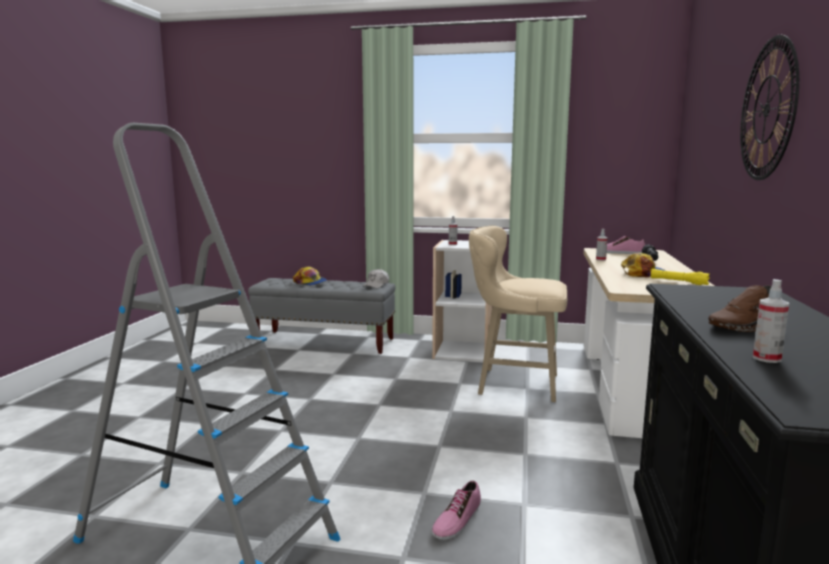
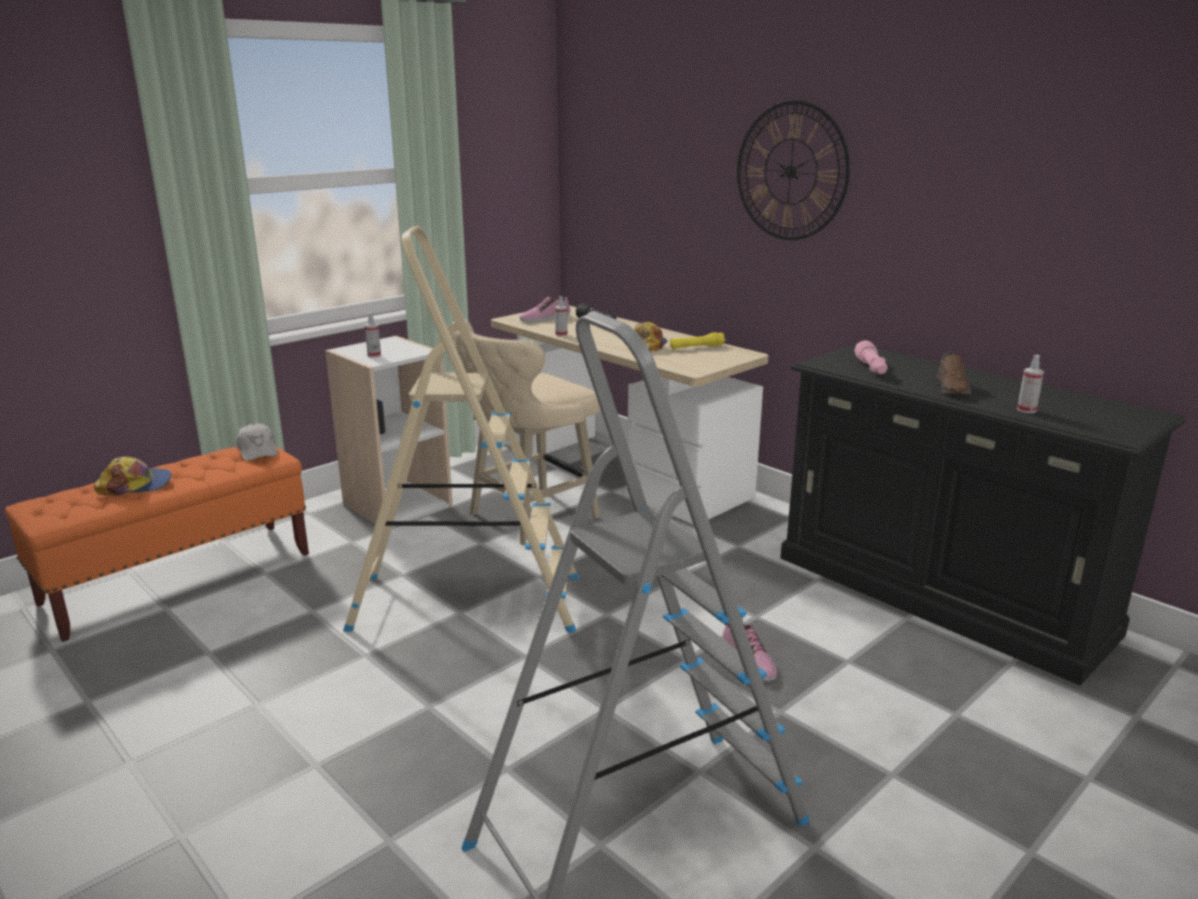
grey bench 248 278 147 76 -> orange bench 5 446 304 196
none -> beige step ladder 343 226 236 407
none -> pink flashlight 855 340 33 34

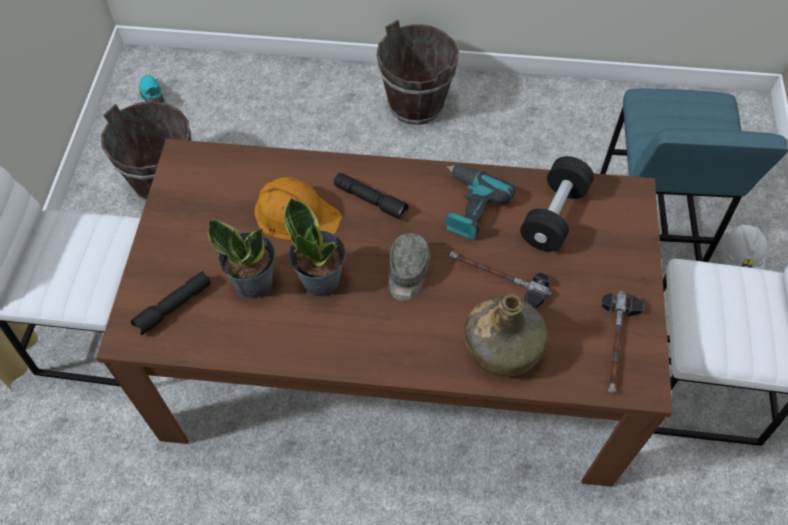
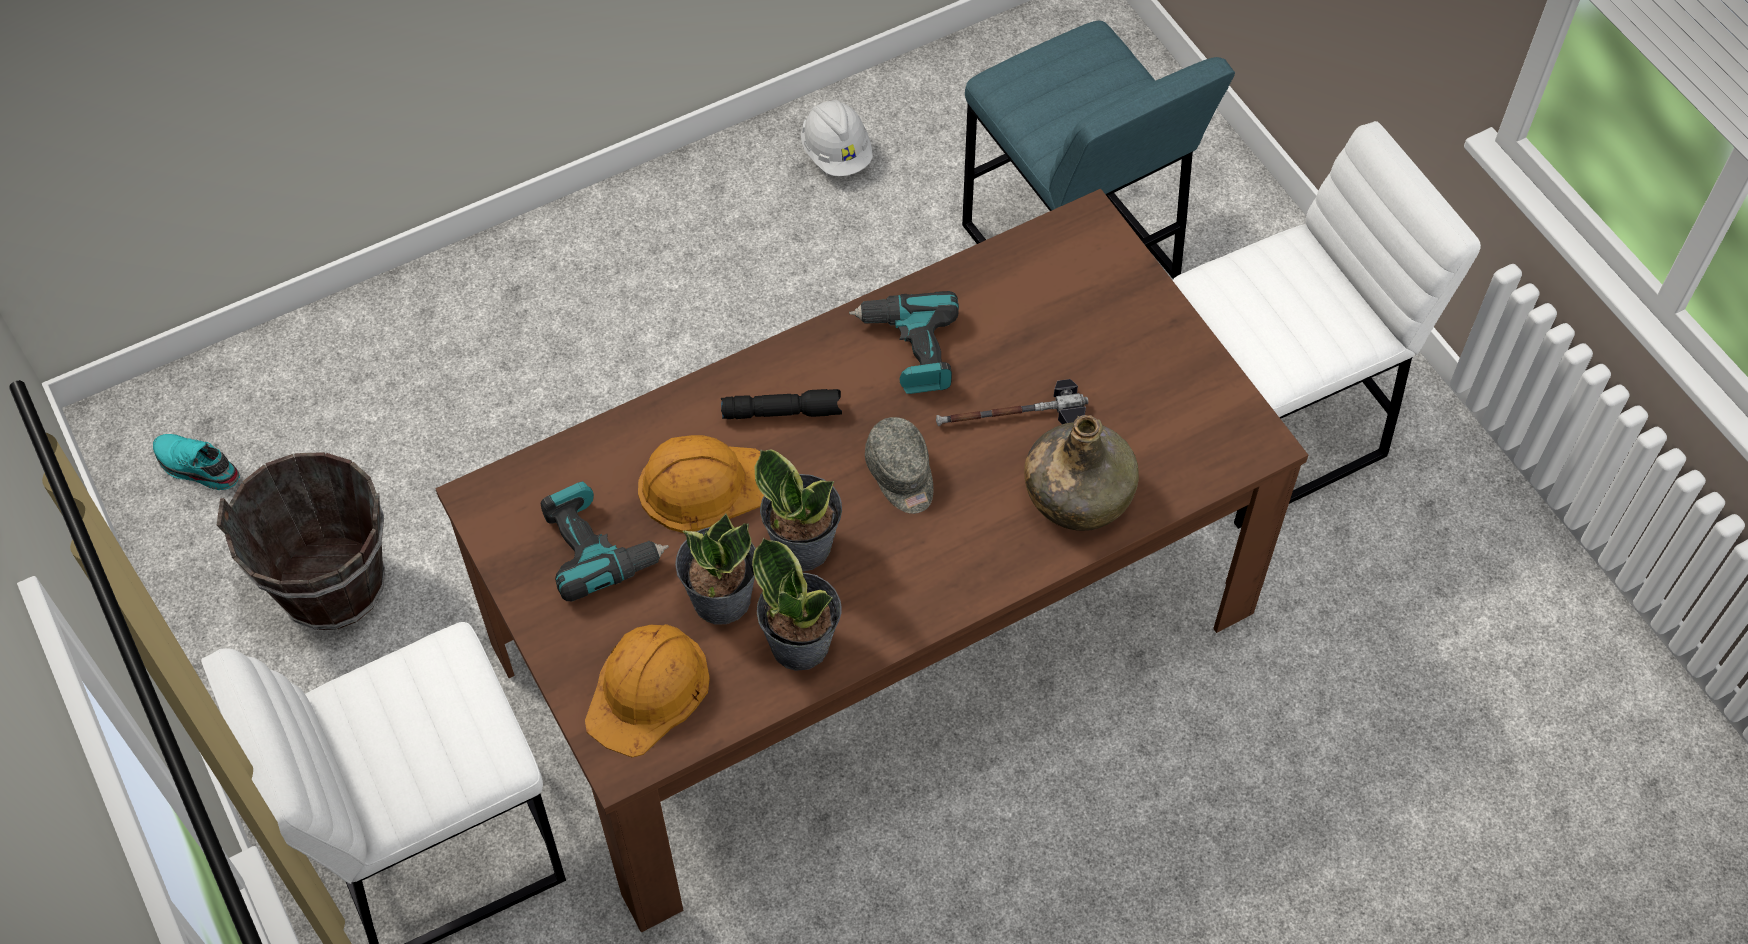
brown bucket 376 20 83 105 -> none
black dumbbell 520 156 74 96 -> none
white hard hat 721 225 46 44 -> white hard hat 801 99 72 77, shifted
black flashlight 130 271 81 65 -> orange hard hat 585 624 125 134
hammer 601 291 43 102 -> none
none -> power drill 541 481 128 120
none -> potted plant 752 537 90 134

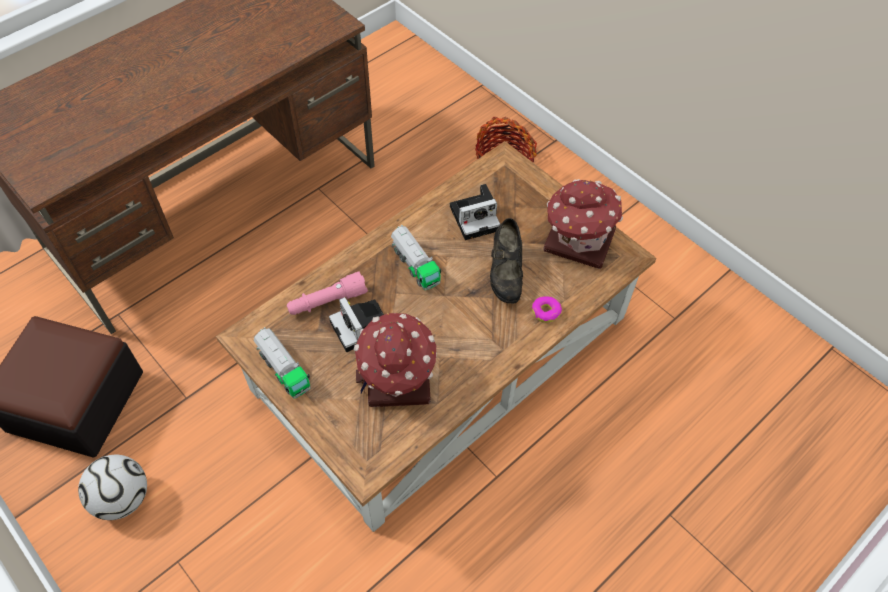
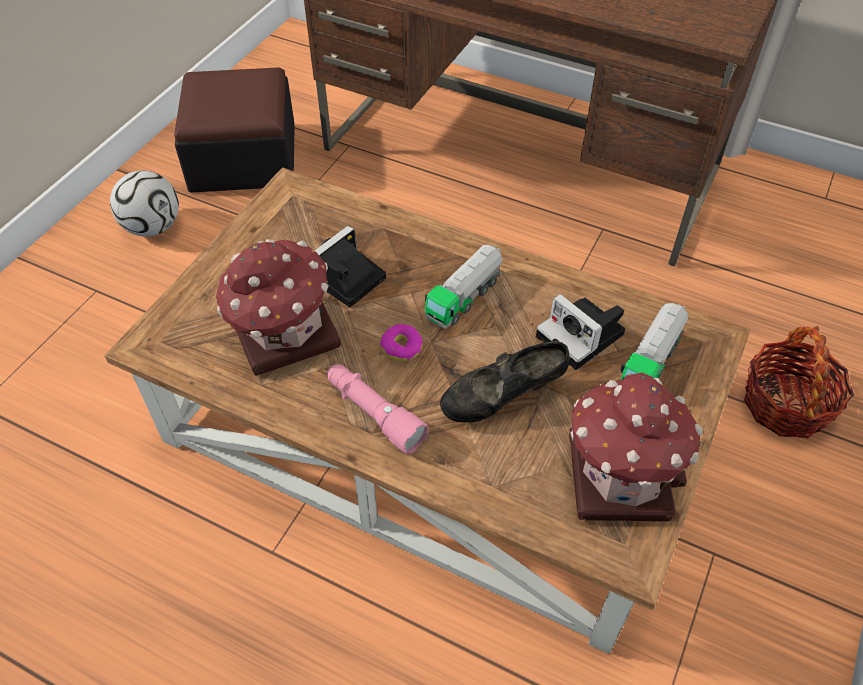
pink flashlight 287 271 81 44 -> pink flashlight 327 364 102 90, shifted
donut 532 296 30 27 -> donut 380 324 43 38, shifted
toy truck 254 327 57 72 -> toy truck 620 303 68 77, shifted

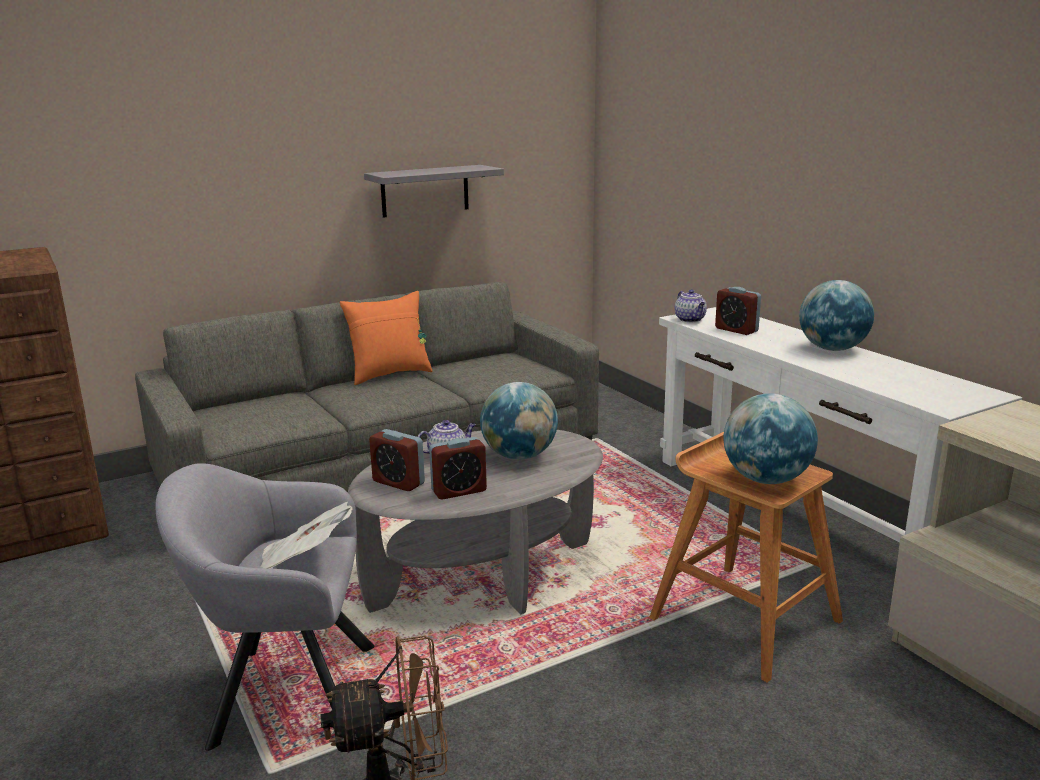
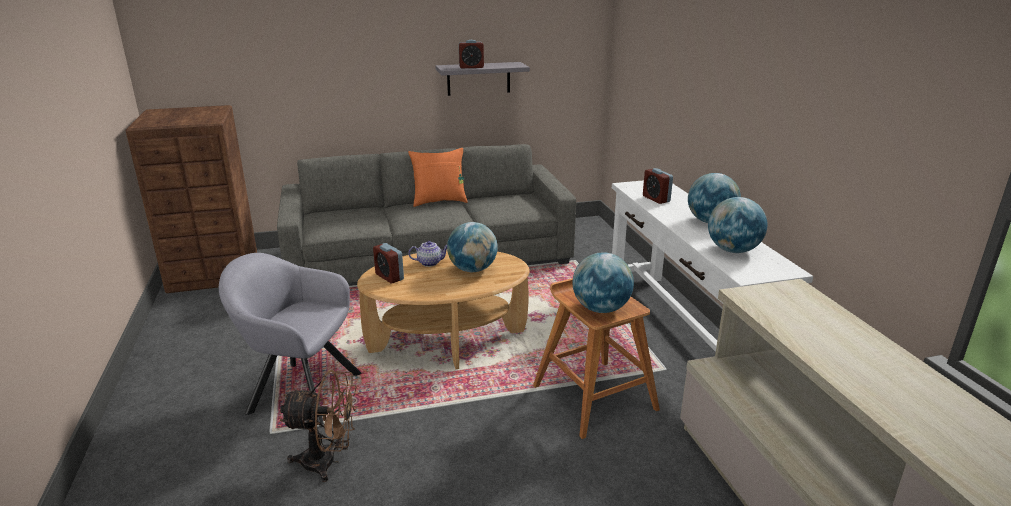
teapot 674 289 33 33 -> none
grey coffee table 348 430 255 184 -> brown coffee table 357 250 173 119
alarm clock 429 437 58 63 -> alarm clock 459 40 25 28, shifted
newspaper 260 502 92 67 -> none
none -> globe 708 197 59 56

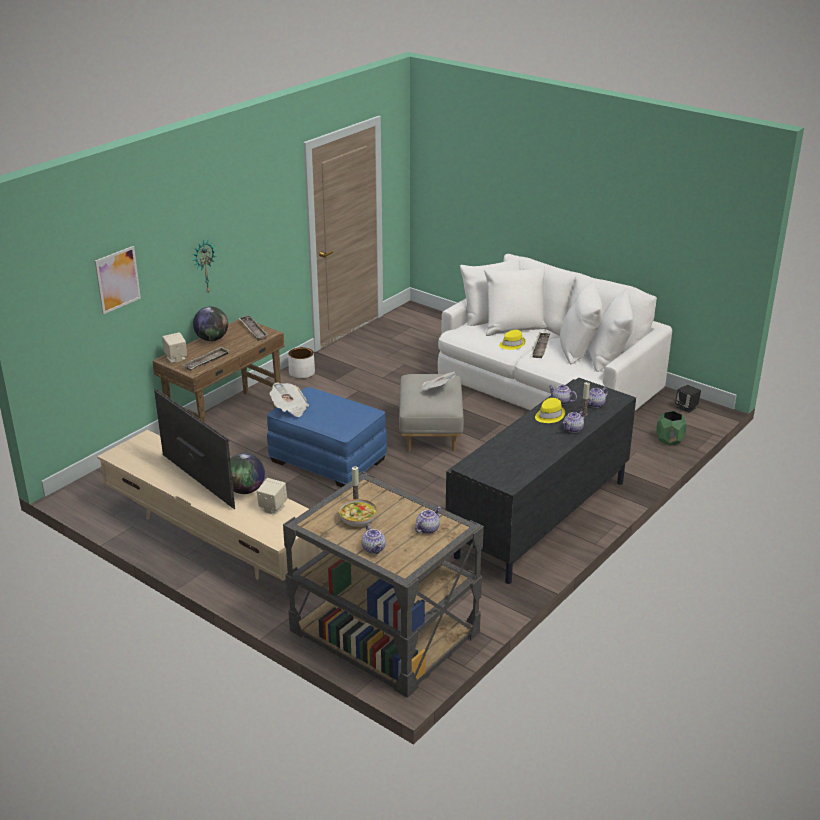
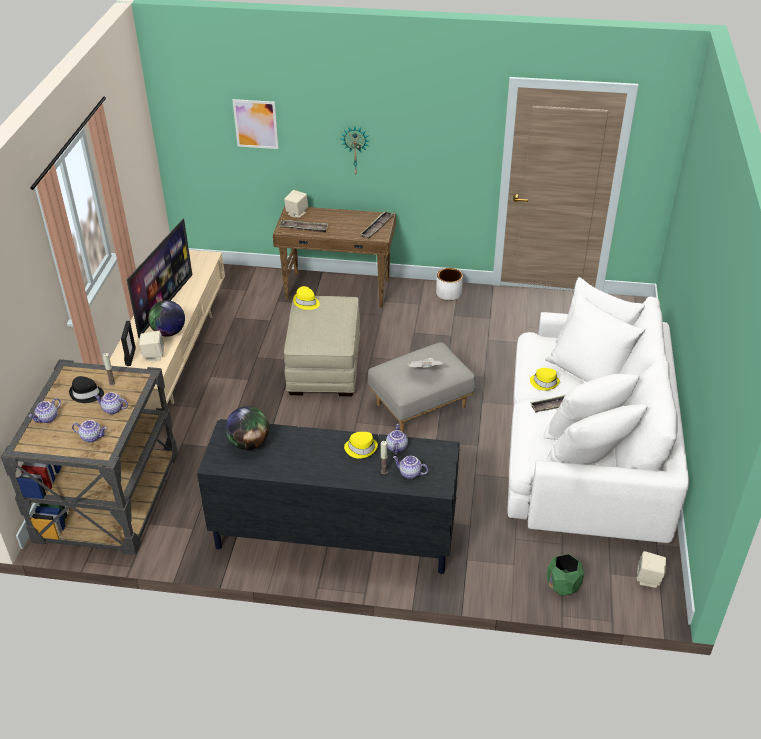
globe 193 306 35 35 -> globe 225 406 45 44, shifted
newspaper 270 382 39 35 -> yellow hat 293 286 27 24
black speaker 675 385 26 28 -> beige speaker 637 551 29 37
blue ottoman 267 387 120 100 -> beige ottoman 284 296 76 100
teapot 563 411 22 22 -> teapot 94 392 34 22, shifted
bowl 339 499 38 28 -> black hat 69 376 35 27
none -> picture frame 121 321 15 45

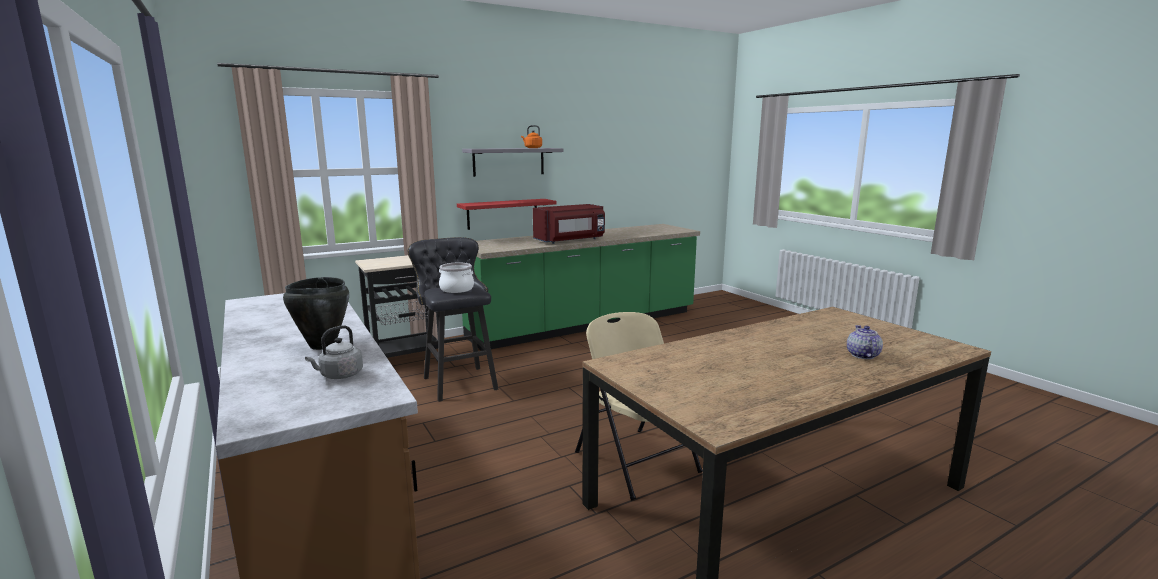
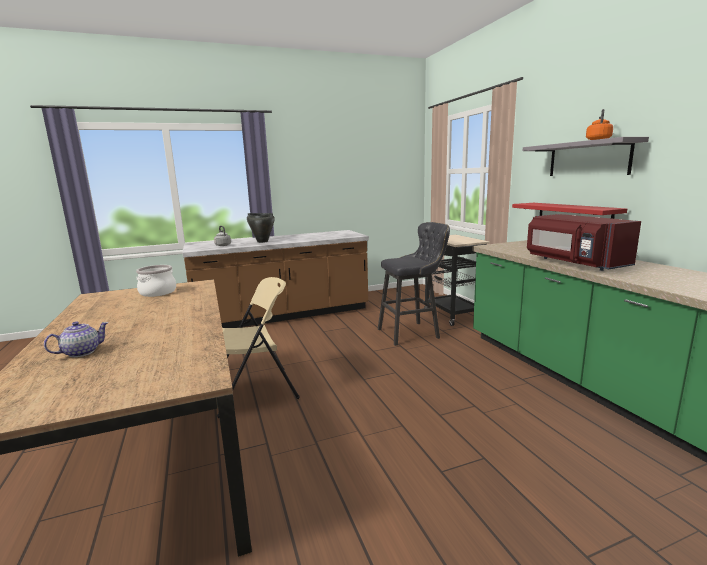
cooking pot 439 263 35 30 -> cooking pot 136 265 40 32, shifted
teapot 847 325 36 34 -> teapot 44 321 65 36, 60 degrees counterclockwise

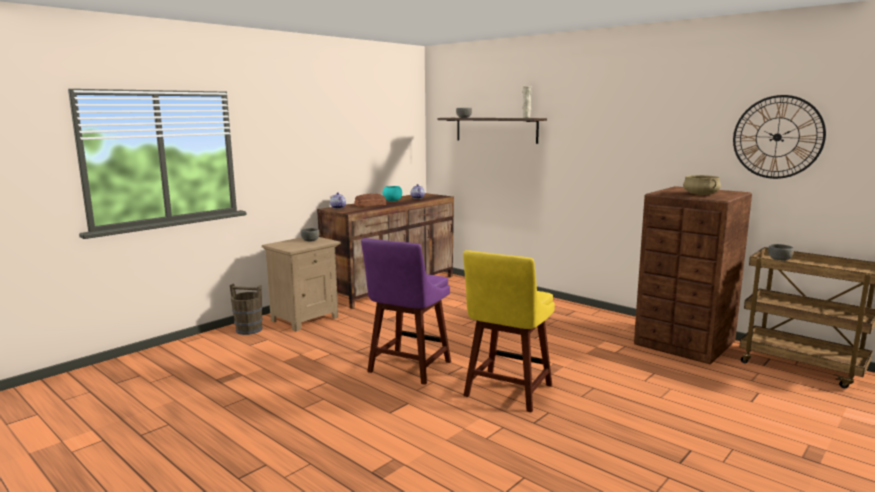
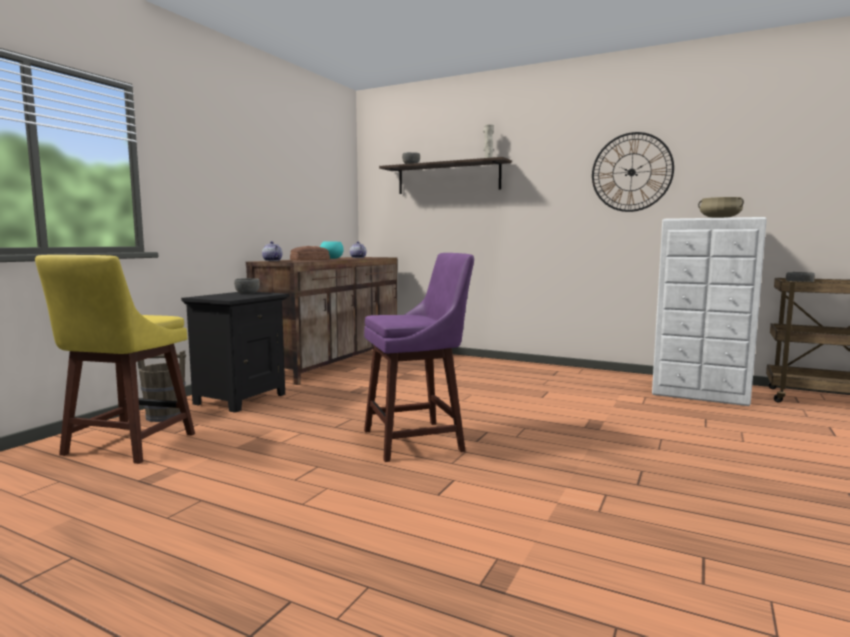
wall clock 733 95 93 84 -> wall clock 592 132 82 80, shifted
brown dresser 634 186 118 178 -> white dresser 652 217 115 189
beige nightstand 262 237 79 94 -> black nightstand 181 292 108 121
purple chair 361 238 90 147 -> purple chair 364 253 110 209, 120 degrees counterclockwise
yellow chair 463 250 92 163 -> yellow chair 35 255 160 209, shifted

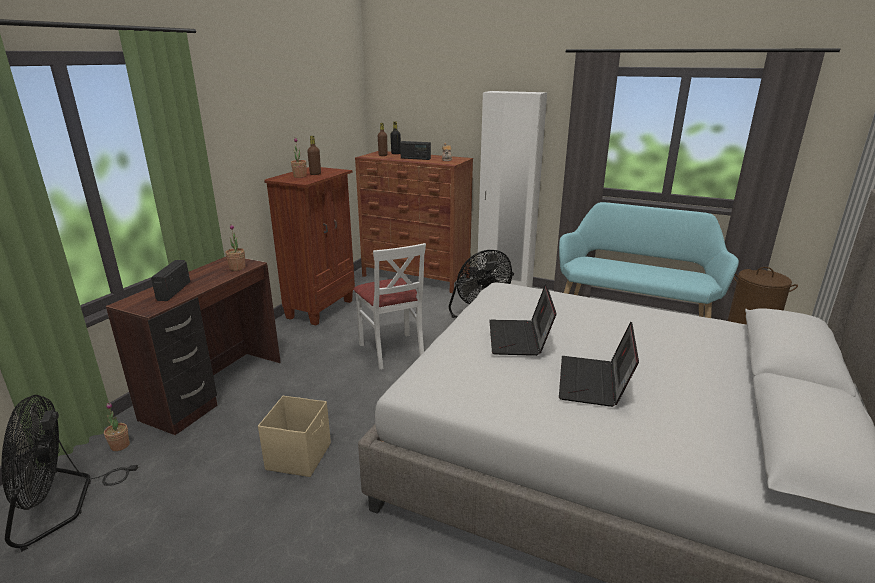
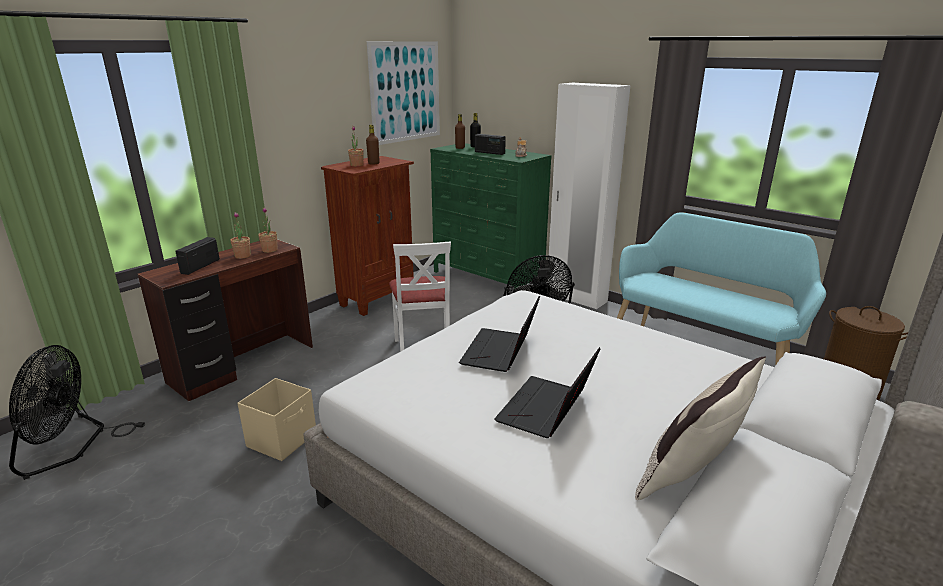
brown dresser 355 151 118 142 -> green dresser 430 143 122 146
potted plant 104 403 26 48 -> potted plant 230 212 21 47, shifted
none -> picture 367 41 73 104
none -> pillow 635 357 131 143

